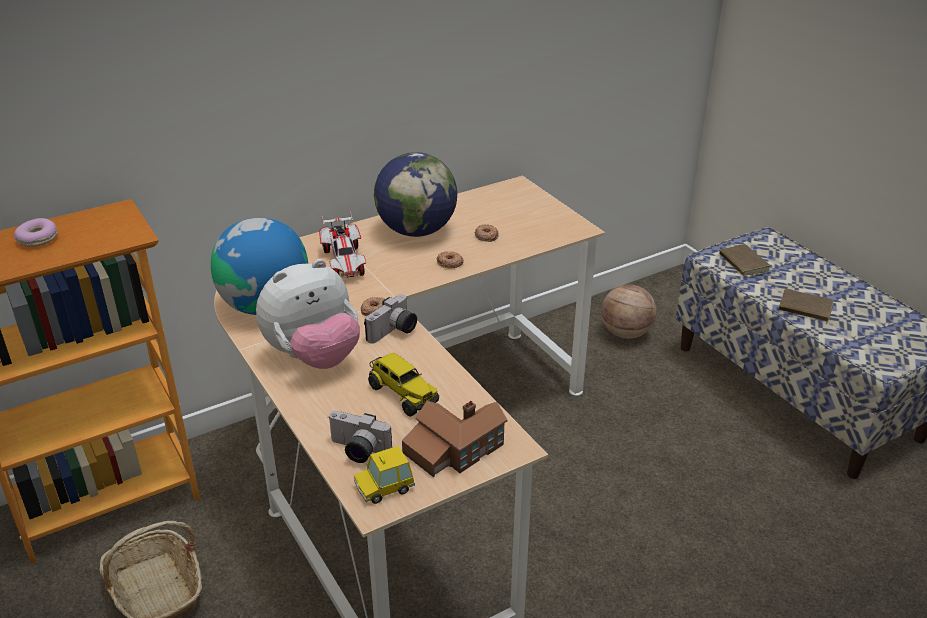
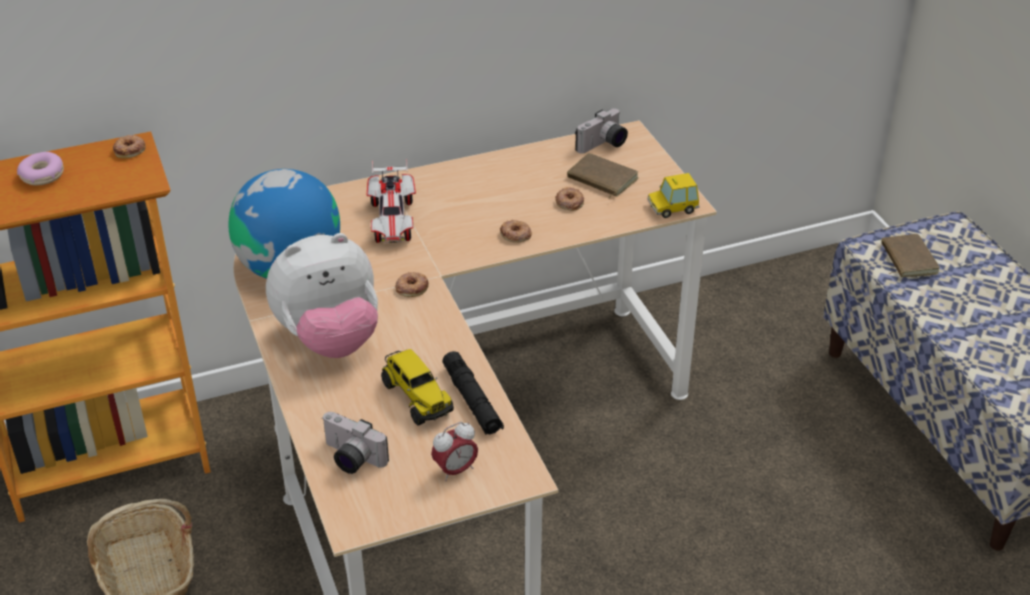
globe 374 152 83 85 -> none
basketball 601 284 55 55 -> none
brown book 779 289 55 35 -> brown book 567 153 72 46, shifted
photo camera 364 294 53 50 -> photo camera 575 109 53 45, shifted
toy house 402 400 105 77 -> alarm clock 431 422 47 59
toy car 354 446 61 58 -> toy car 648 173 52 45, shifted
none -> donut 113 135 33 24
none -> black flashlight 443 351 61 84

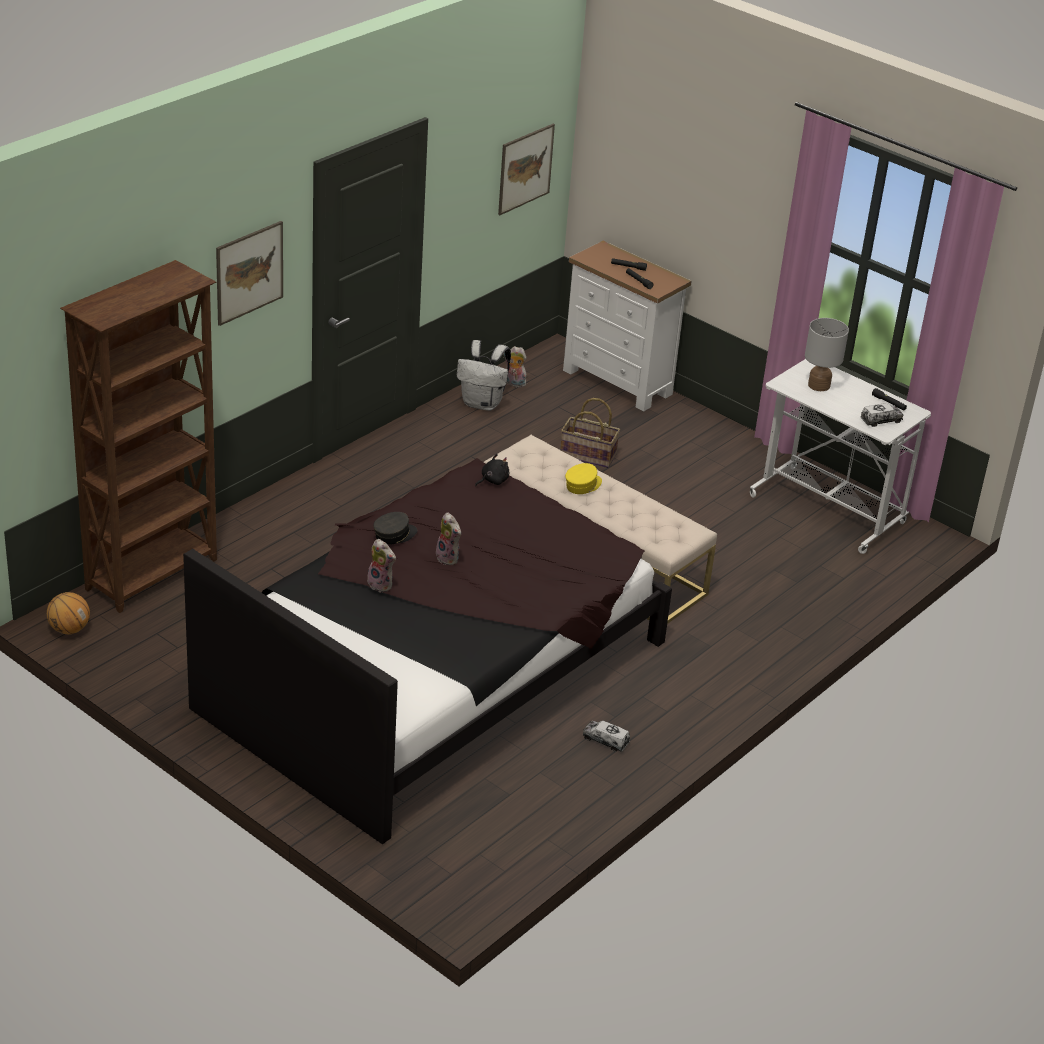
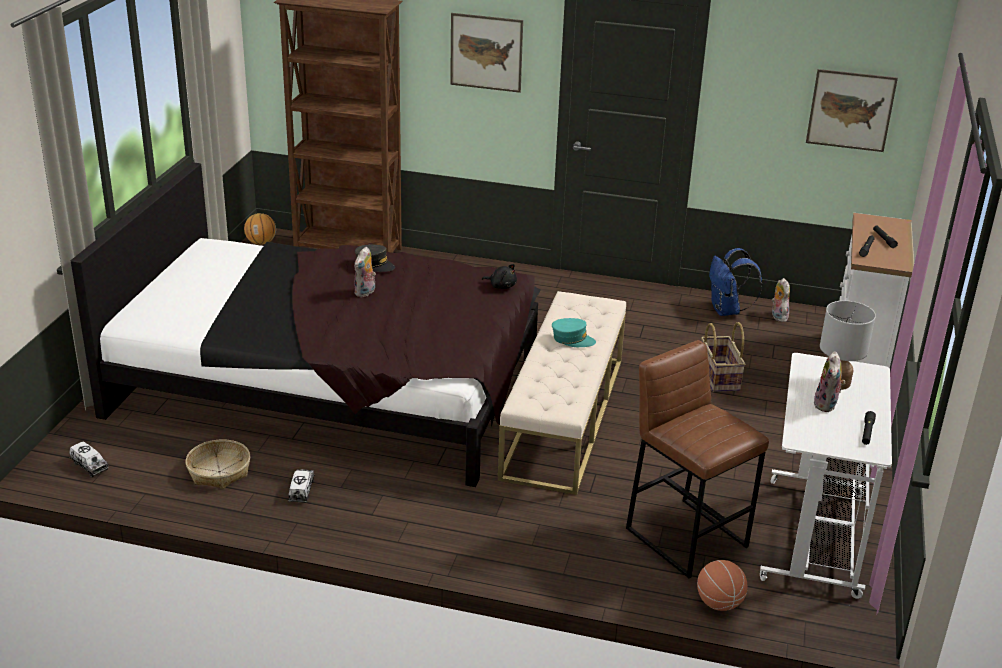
white backpack 457 340 54 71 -> blue backpack 709 248 53 68
toy truck 860 403 43 24 -> toy truck 69 441 39 36, shifted
yellow cap 565 463 37 31 -> turquoise cap 552 318 44 29
plush toy 366 539 30 53 -> plush toy 813 351 33 61, shifted
none -> brown stool 626 340 143 238
none -> basket 186 439 64 50
none -> basketball 697 560 51 51

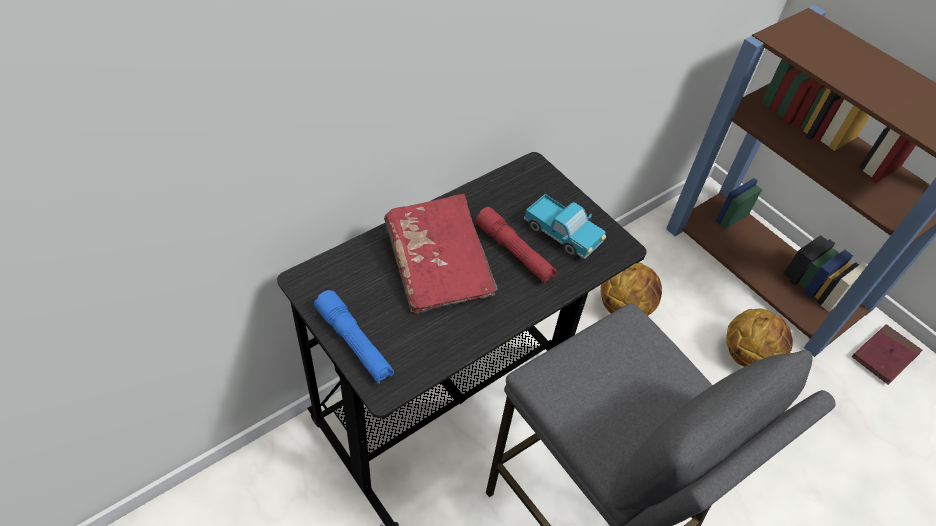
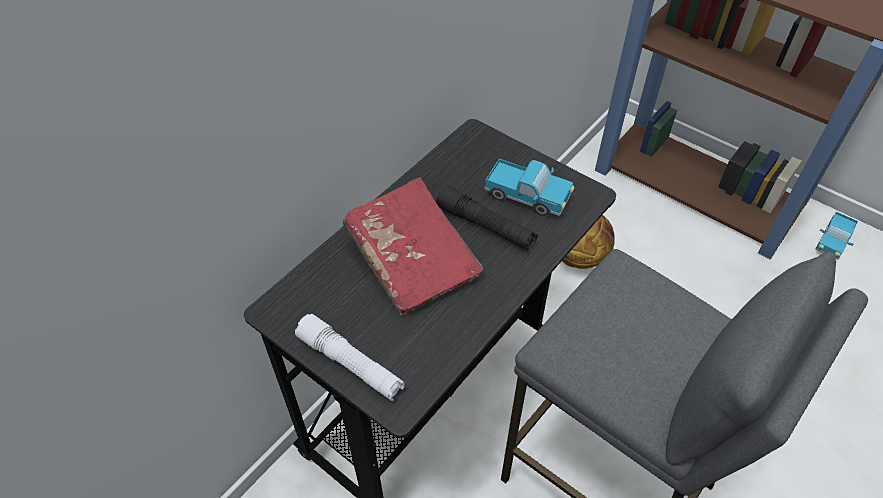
red flashlight 475 207 82 77 -> black flashlight 436 185 102 66
blue flashlight 314 290 80 94 -> white flashlight 295 314 110 87
basketball 726 309 67 58 -> none
red book 852 324 71 61 -> toy truck 815 212 43 48

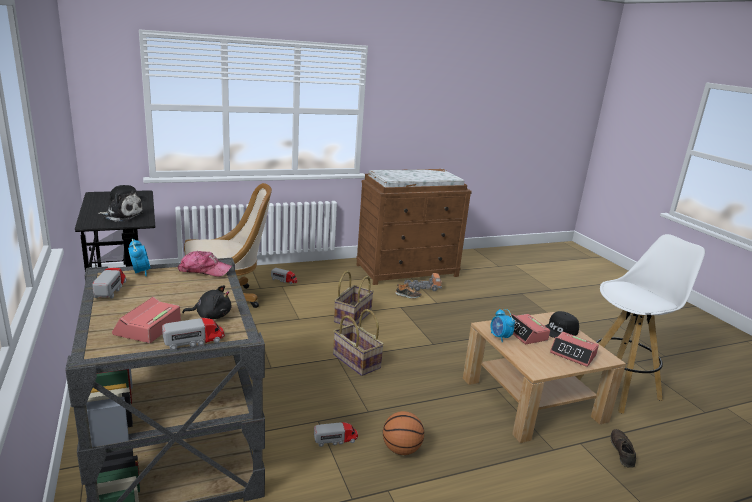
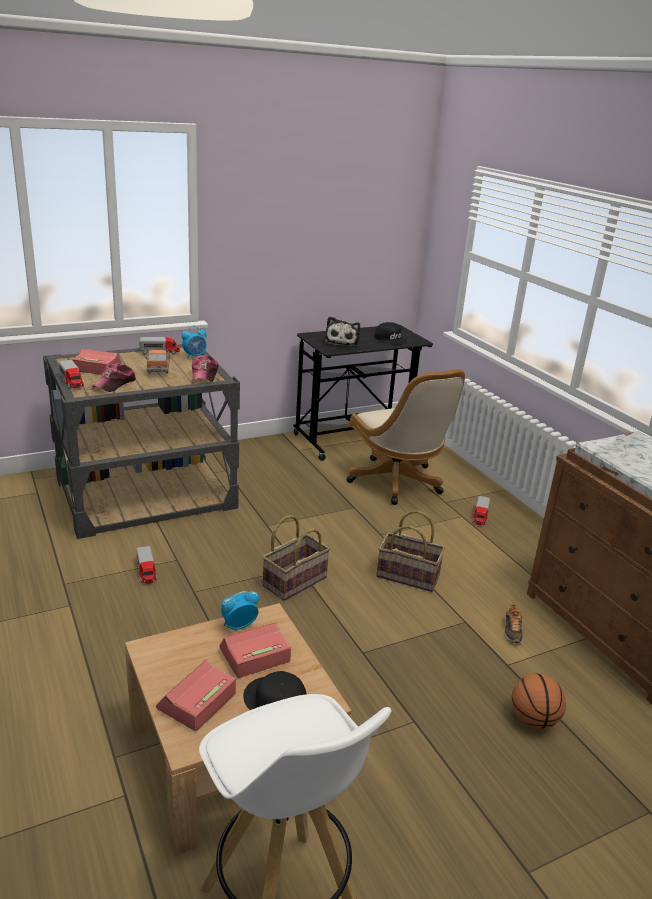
toy truck 404 273 38 18 -> toy truck 146 350 24 23, shifted
black plush toy 182 285 49 34 -> cap 92 363 44 29
basketball 383 411 41 44 -> basketball 511 673 55 56, shifted
brown shoe 610 429 26 39 -> none

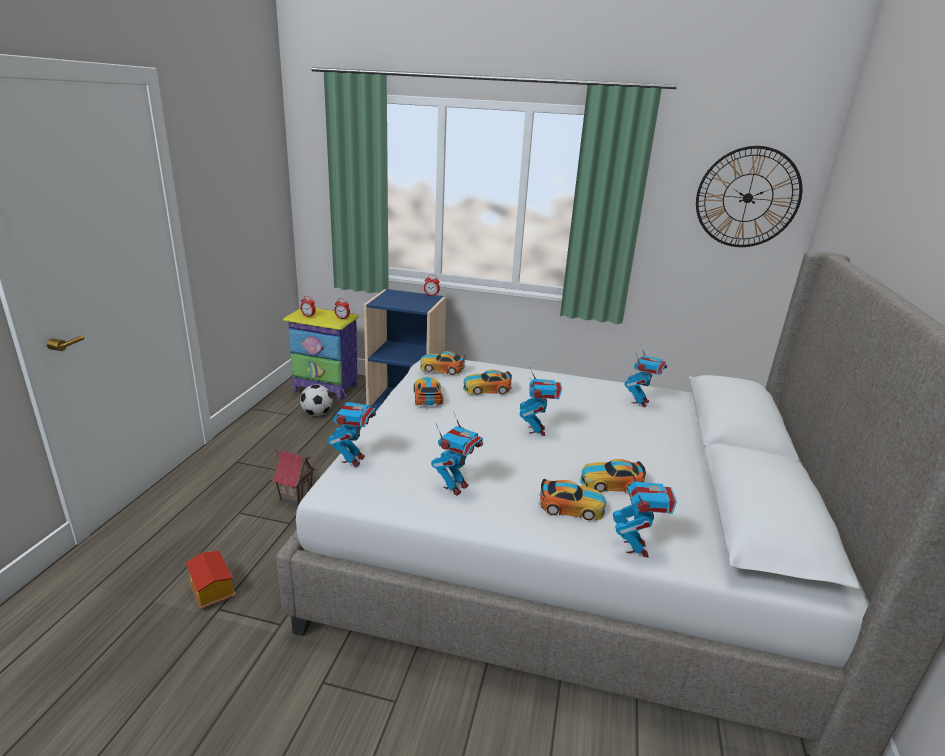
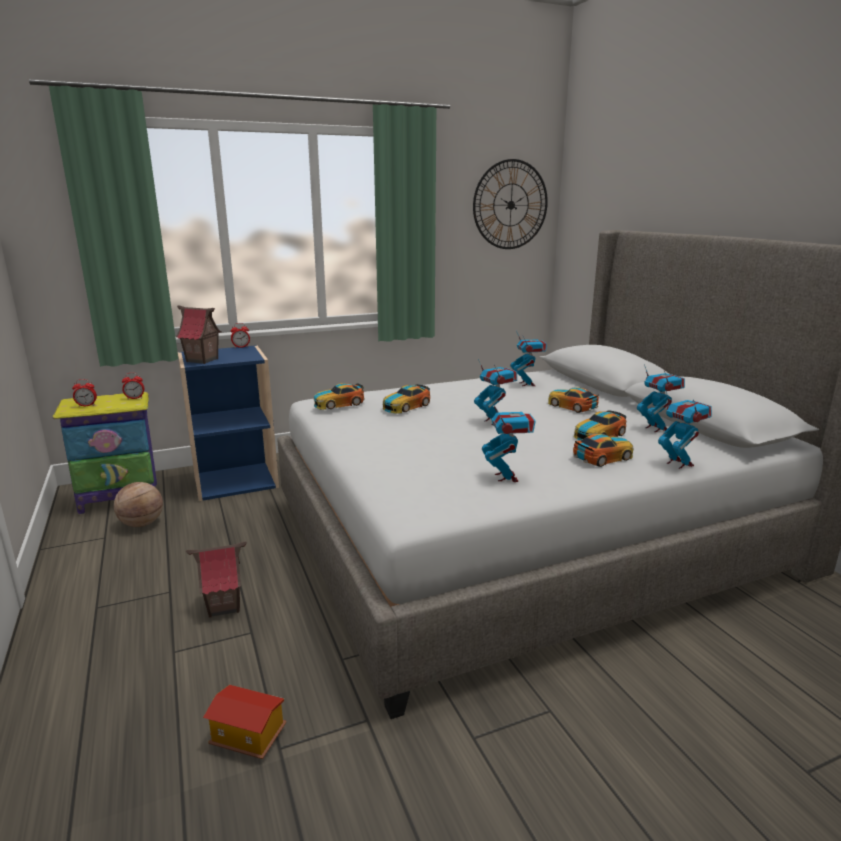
toy car 414 377 29 29 -> toy car 548 387 51 26, shifted
football 300 384 32 32 -> basketball 114 482 49 45
toy robot 327 389 49 78 -> toy robot 637 364 48 68, shifted
none -> toy house 175 306 47 58

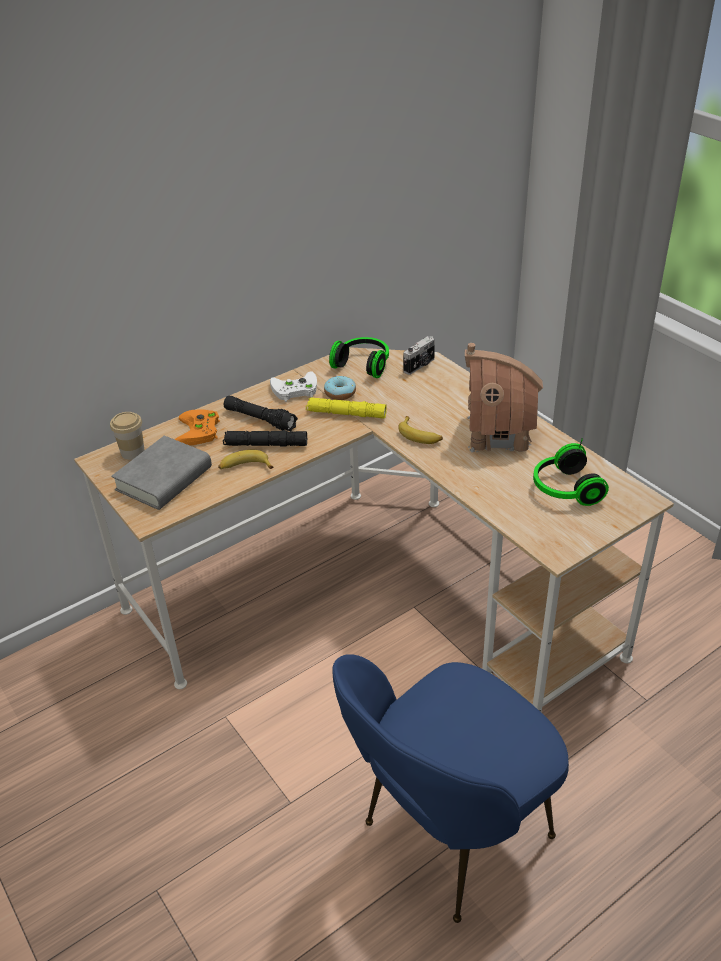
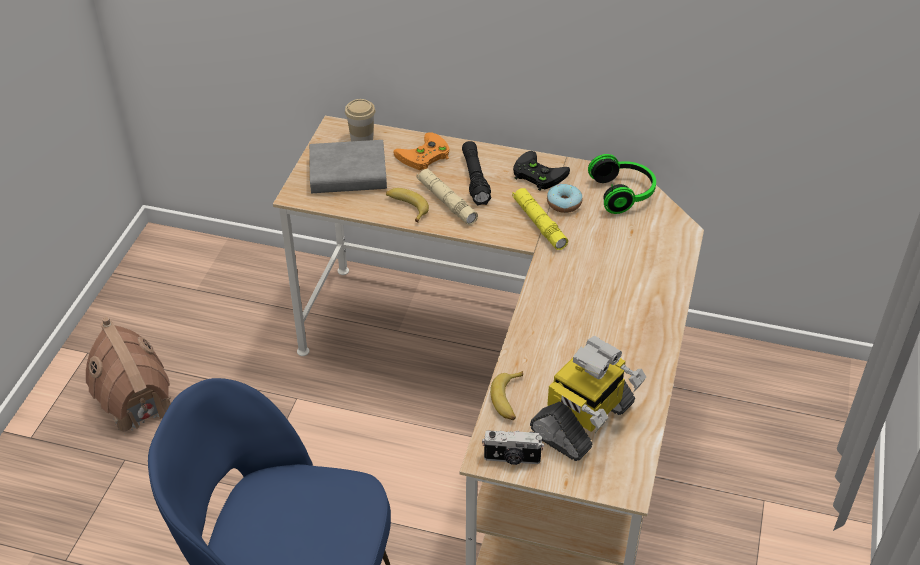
photo camera 403 336 32 39 -> photo camera 482 430 62 35, shifted
toy house 465 343 78 110 -> toy house 86 316 85 119, shifted
white game controller 270 371 47 31 -> black game controller 513 151 57 39
banana 398 416 45 28 -> banana 490 371 33 49, shifted
black flashlight 223 430 84 16 -> beige flashlight 416 169 62 56
headphones 533 438 76 68 -> toy robot 530 336 116 125

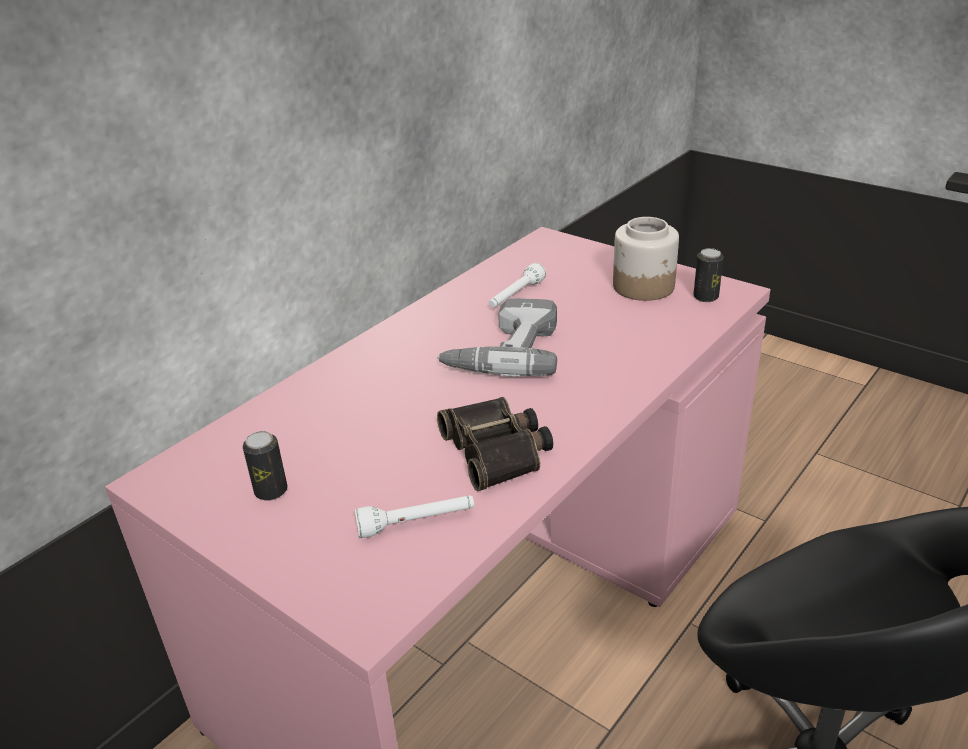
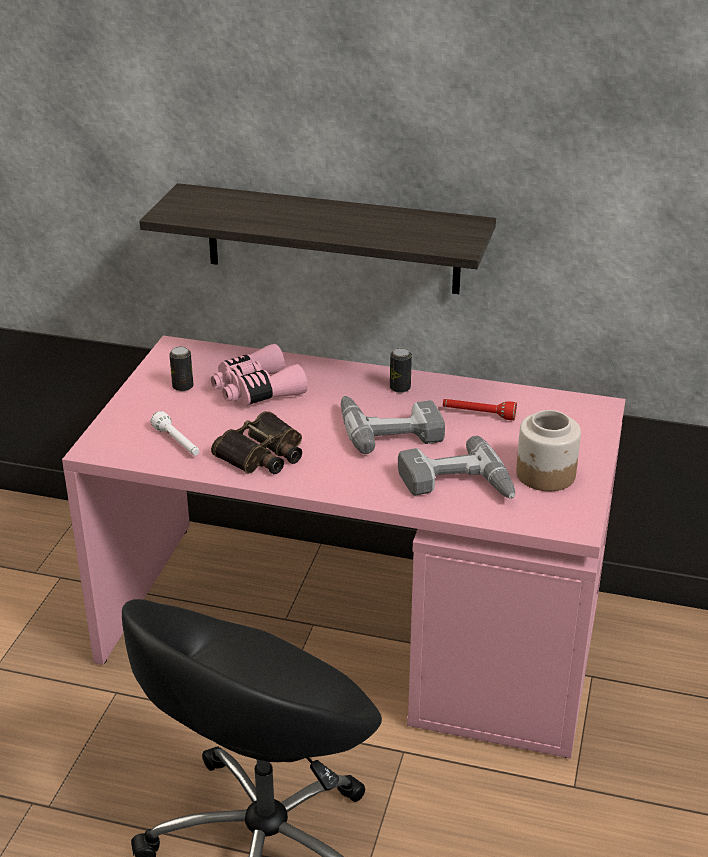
can 693 248 31 54 -> can 390 348 22 45, shifted
white flashlight 489 263 57 44 -> red flashlight 443 399 74 21
none -> shelf 139 183 357 111
none -> pink binoculars 211 344 97 61
none -> power drill 398 435 117 64

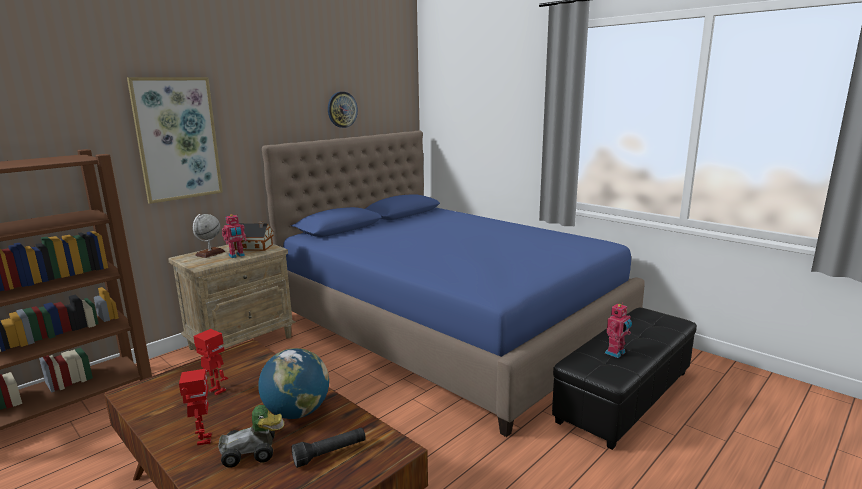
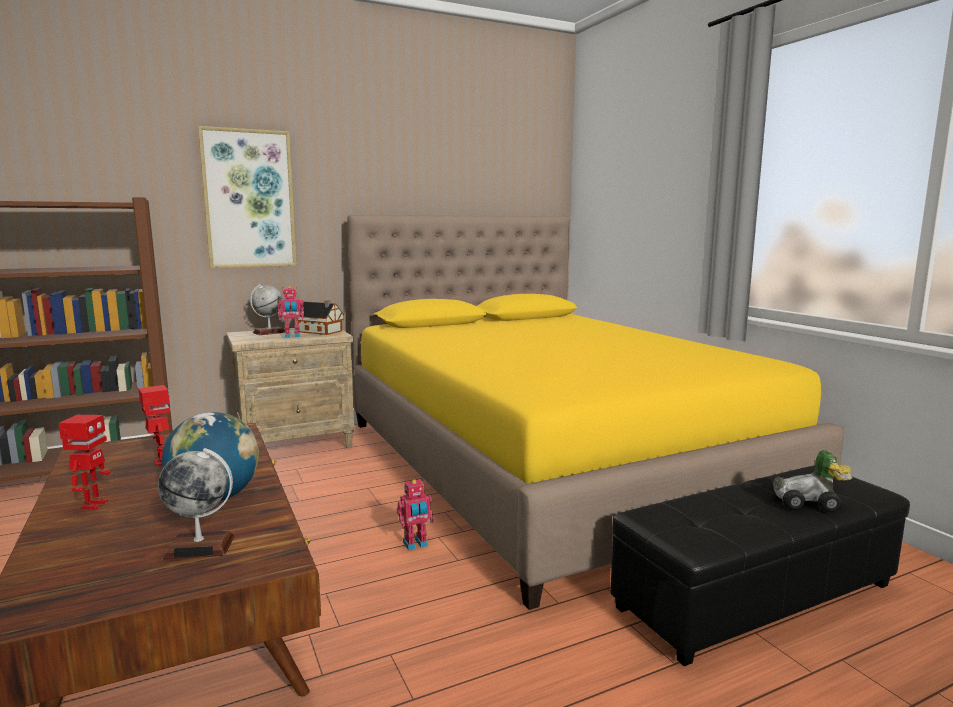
wall clock 328 92 30 36 -> none
blue bed 262 131 383 306 -> yellow bed 347 214 498 396
toy robot 605 304 27 54 -> toy robot 397 479 37 71, shifted
toy car 218 405 66 63 -> toy car 771 450 81 62, shifted
black flashlight 291 427 75 41 -> globe 158 448 76 112

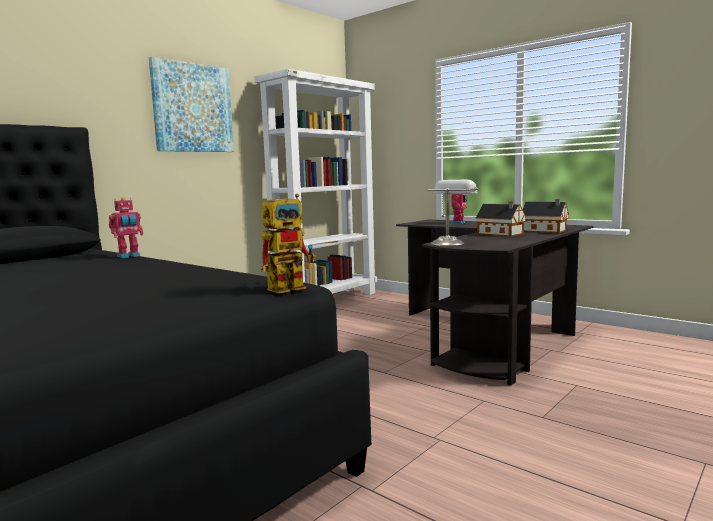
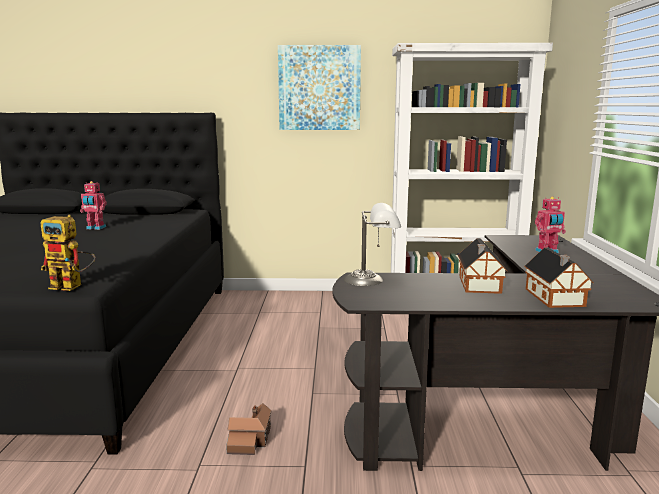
toy robot 109 197 34 61 -> toy robot 80 181 27 49, shifted
none -> toy house 226 403 46 52

